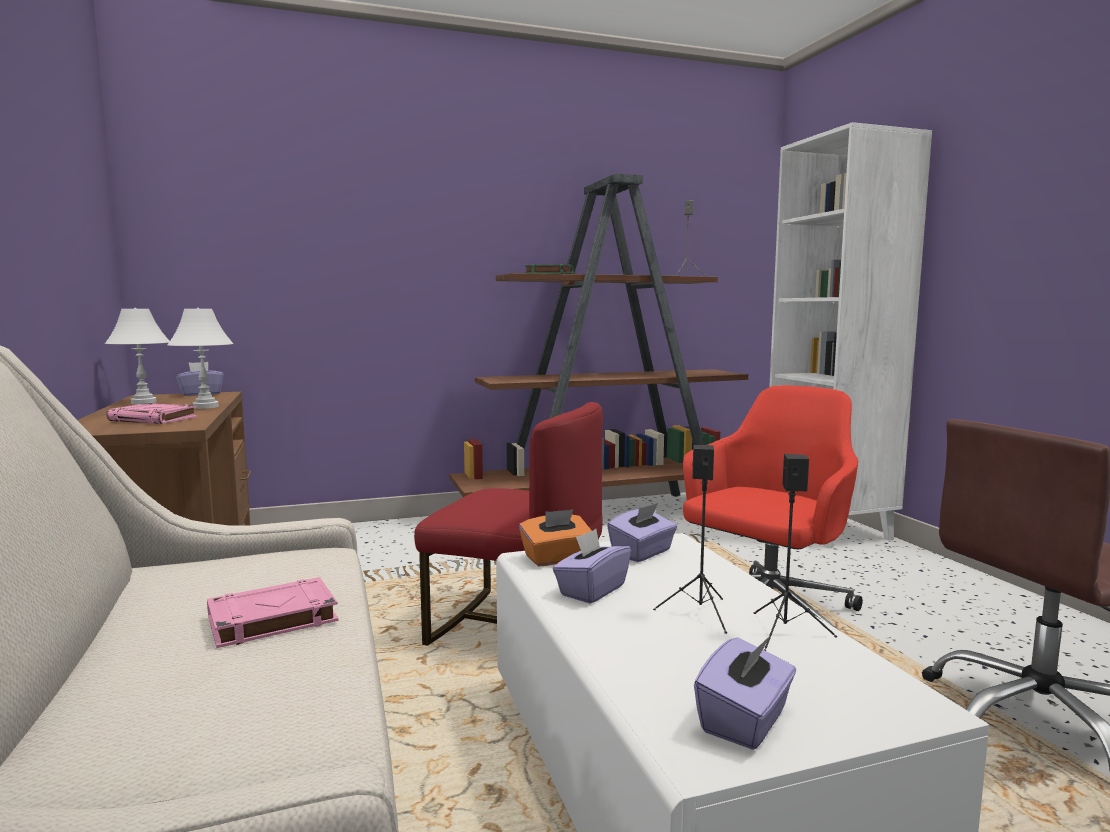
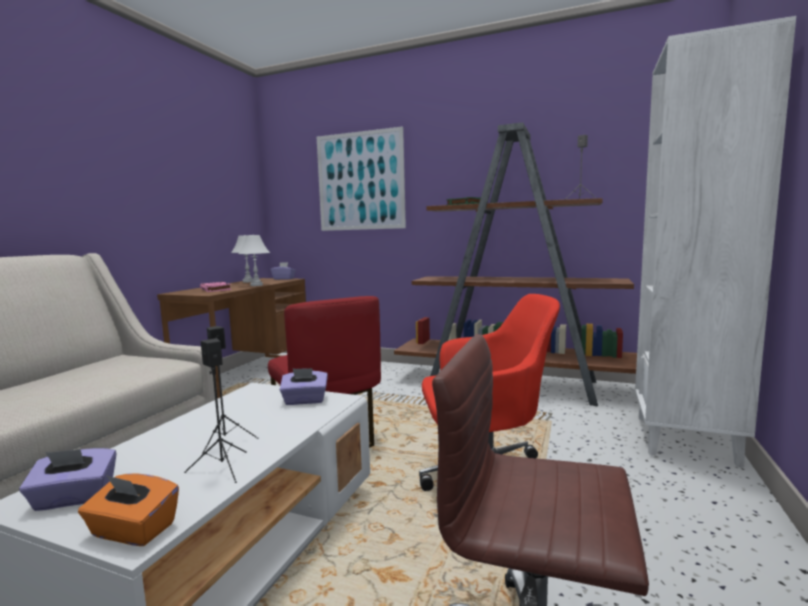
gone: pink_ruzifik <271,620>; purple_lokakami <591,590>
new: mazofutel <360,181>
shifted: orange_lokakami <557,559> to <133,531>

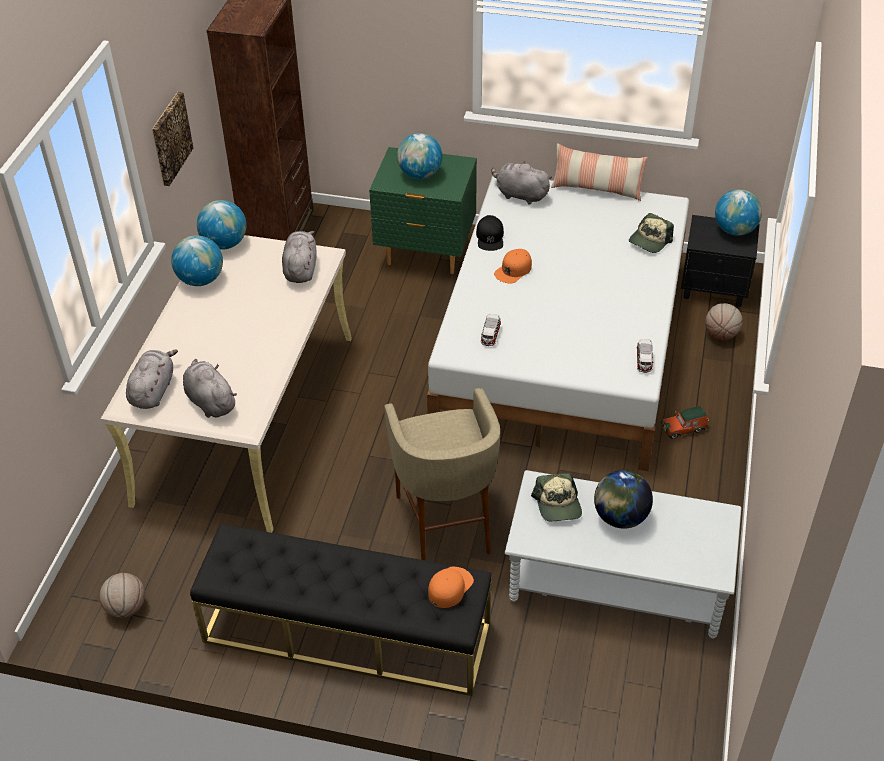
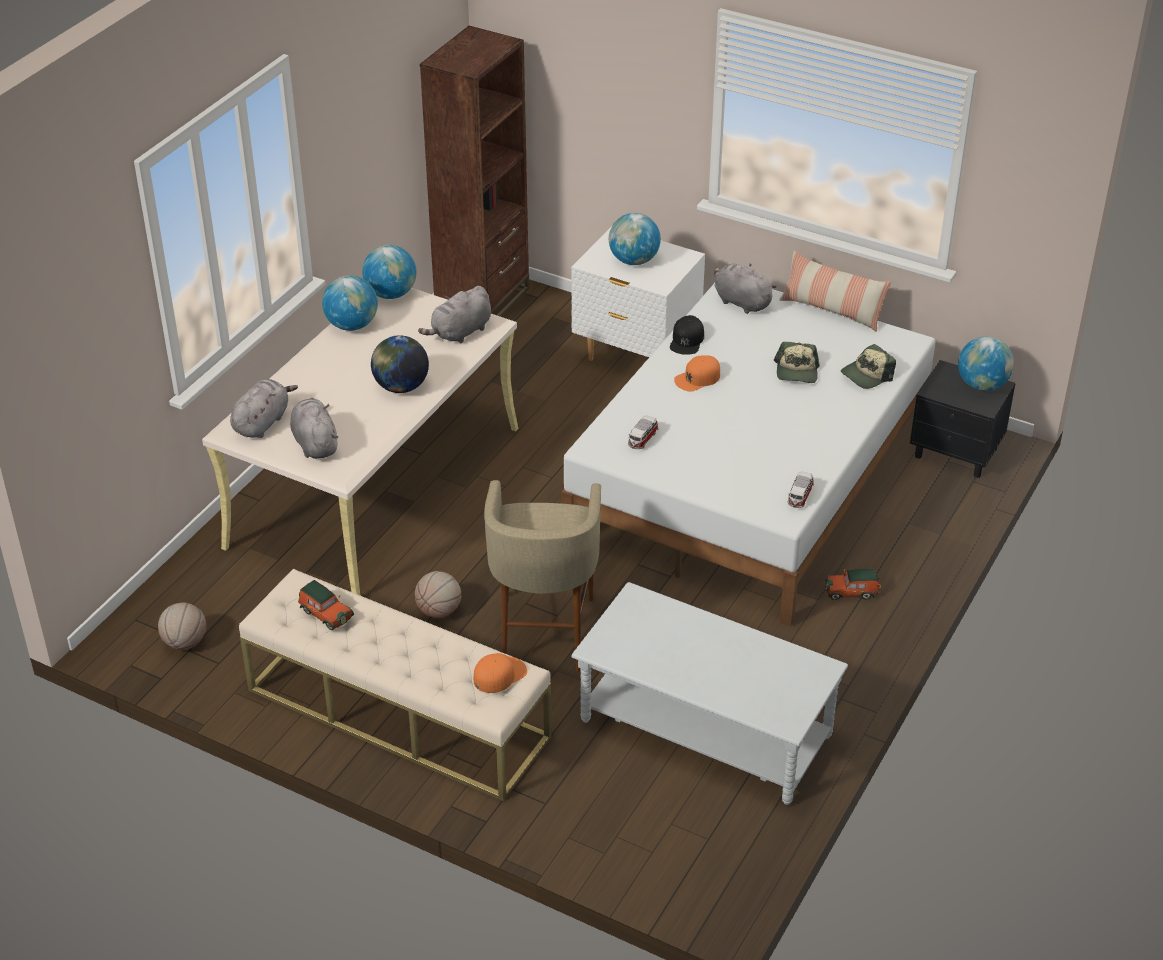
gone: mazofutel <170,138>
new: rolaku <325,613>
shifted: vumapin <620,517> to <401,387>; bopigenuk <721,334> to <439,611>; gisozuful <558,505> to <796,372>
repainted: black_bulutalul <346,632> to beige_bulutalul <397,713>; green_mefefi <425,254> to white_mefefi <636,357>
rotated: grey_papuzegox <300,269> = <460,333> 150 degrees counterclockwise

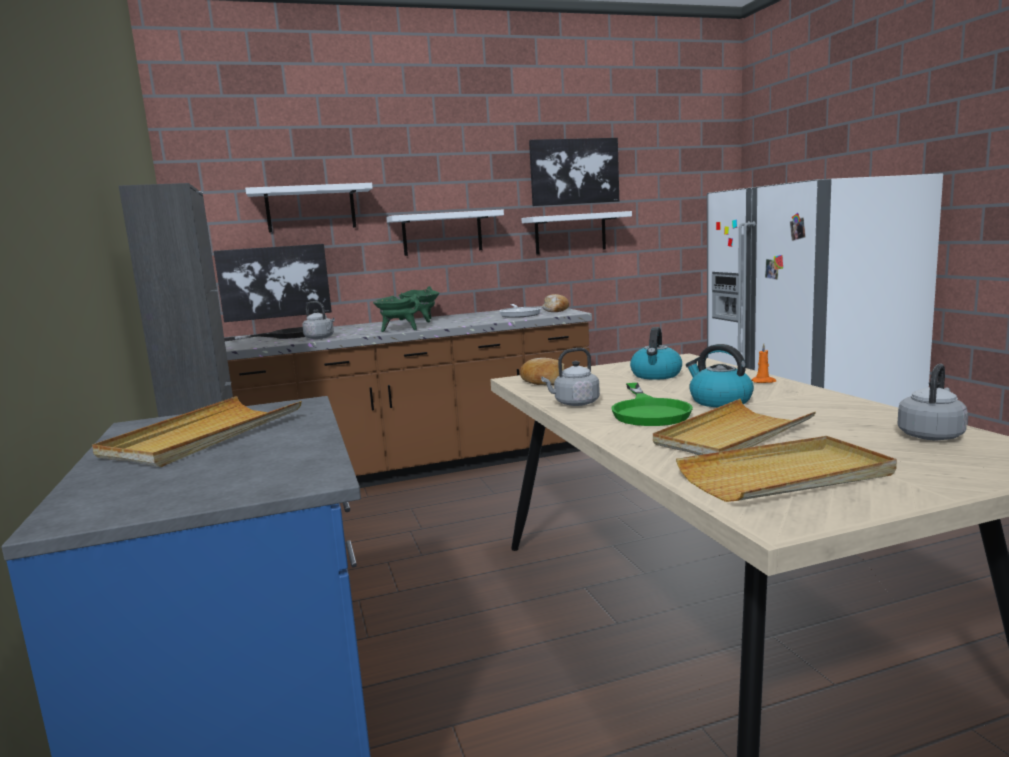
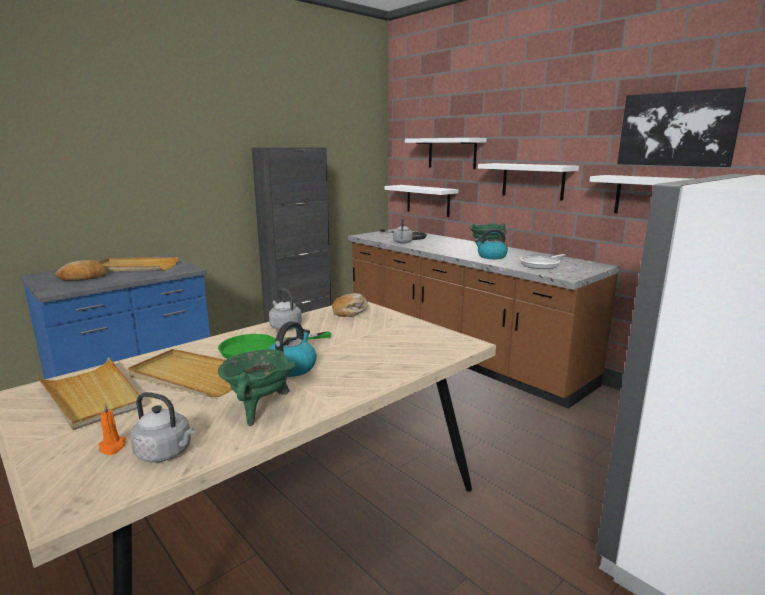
shifted: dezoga <555,310> to <83,278>; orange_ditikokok <764,381> to <112,447>; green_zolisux <399,330> to <259,409>; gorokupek <656,375> to <491,257>
swapped: mazofutel <274,282> to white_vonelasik <428,200>

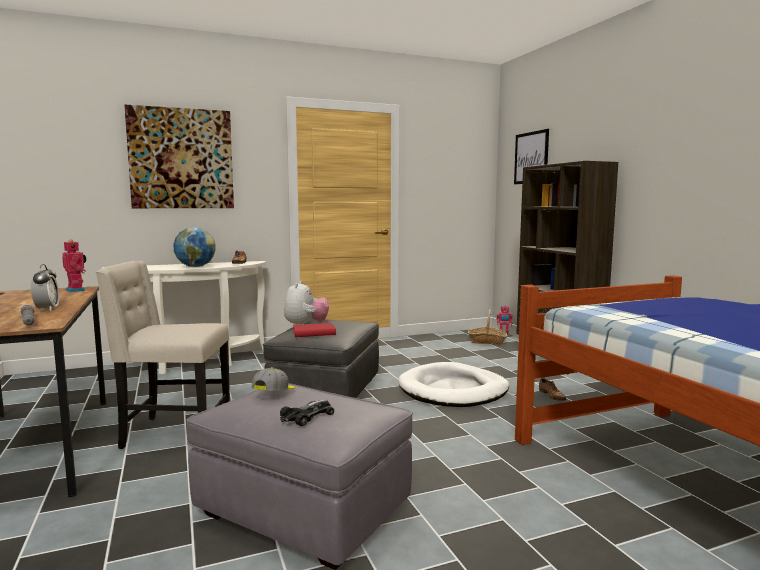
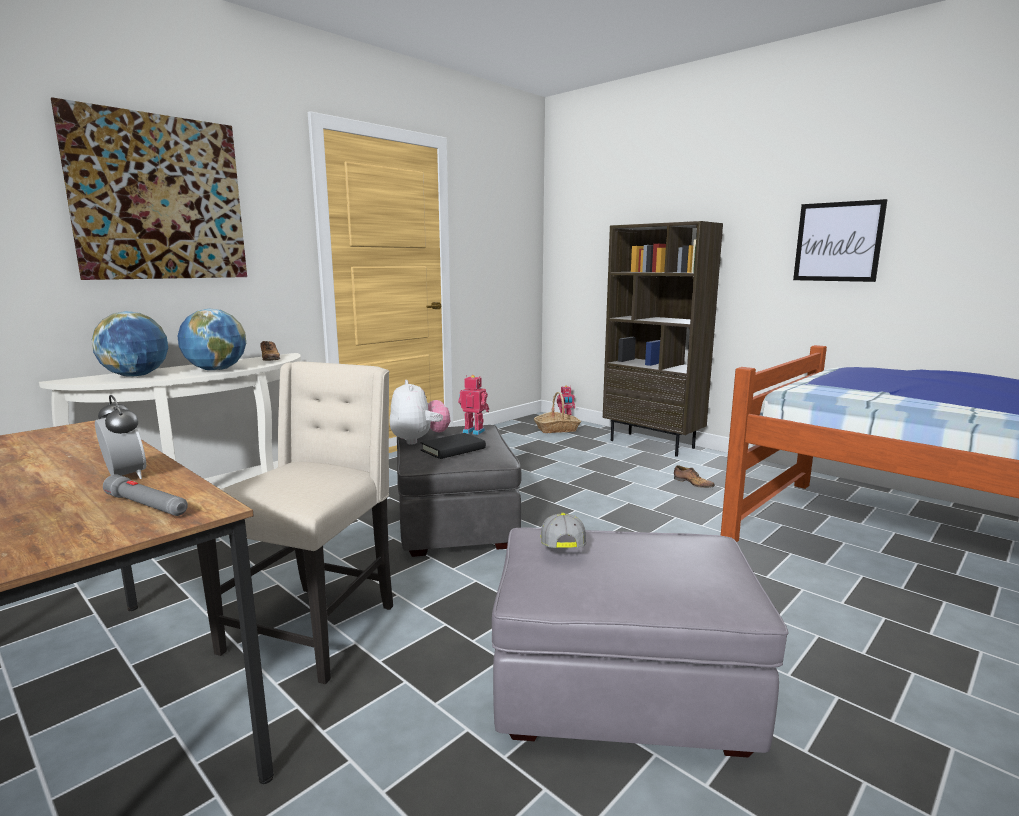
gone: rolaku <307,416>; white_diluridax <453,390>
new: vumapin <136,376>
shifted: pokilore <76,290> to <474,431>; mazofutel <531,158> to <838,242>
repainted: red_ruzifik <314,333> to black_ruzifik <453,449>
rotated: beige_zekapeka <174,433> = <314,628> 135 degrees clockwise

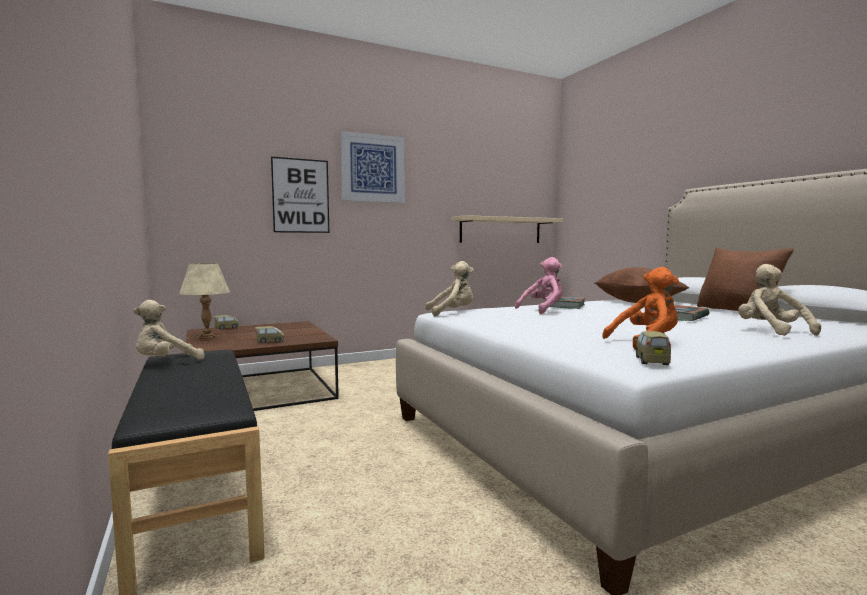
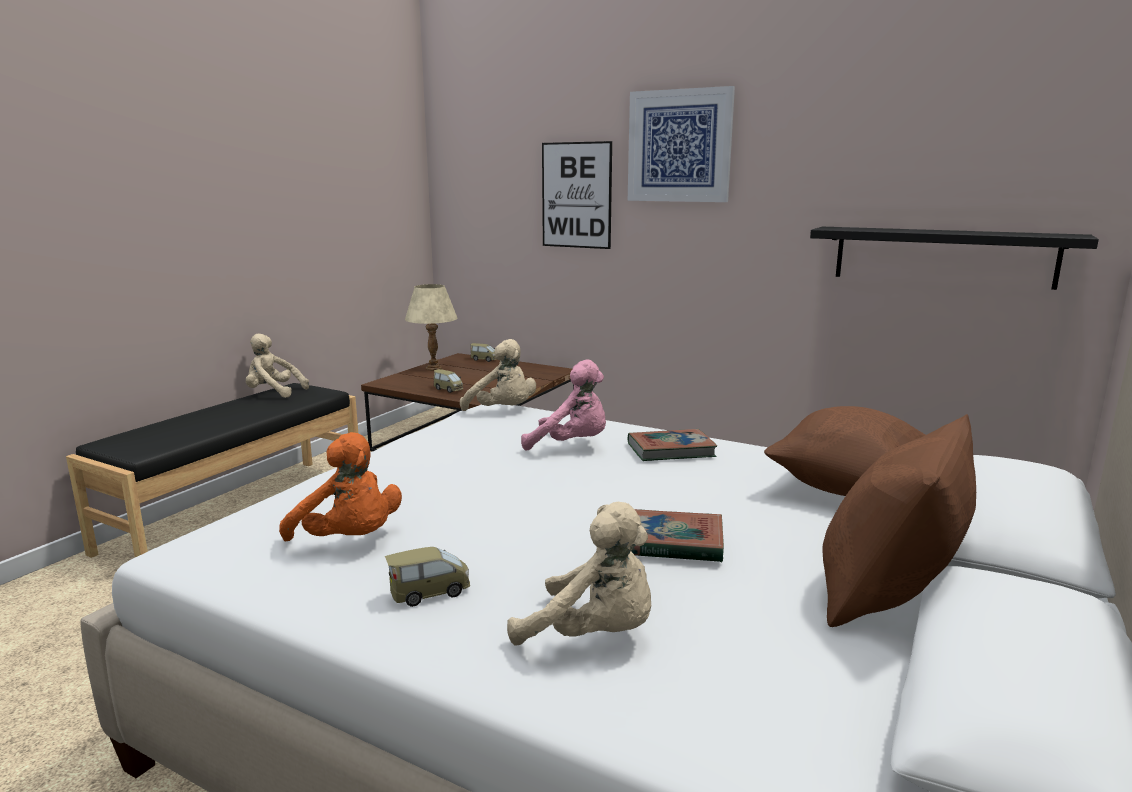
shifted: rolaku <651,361> to <430,592>
repainted: beige_vonelasik <500,230> to black_vonelasik <943,256>
rotated: beige_papuzegox <771,331> = <593,635> 75 degrees clockwise

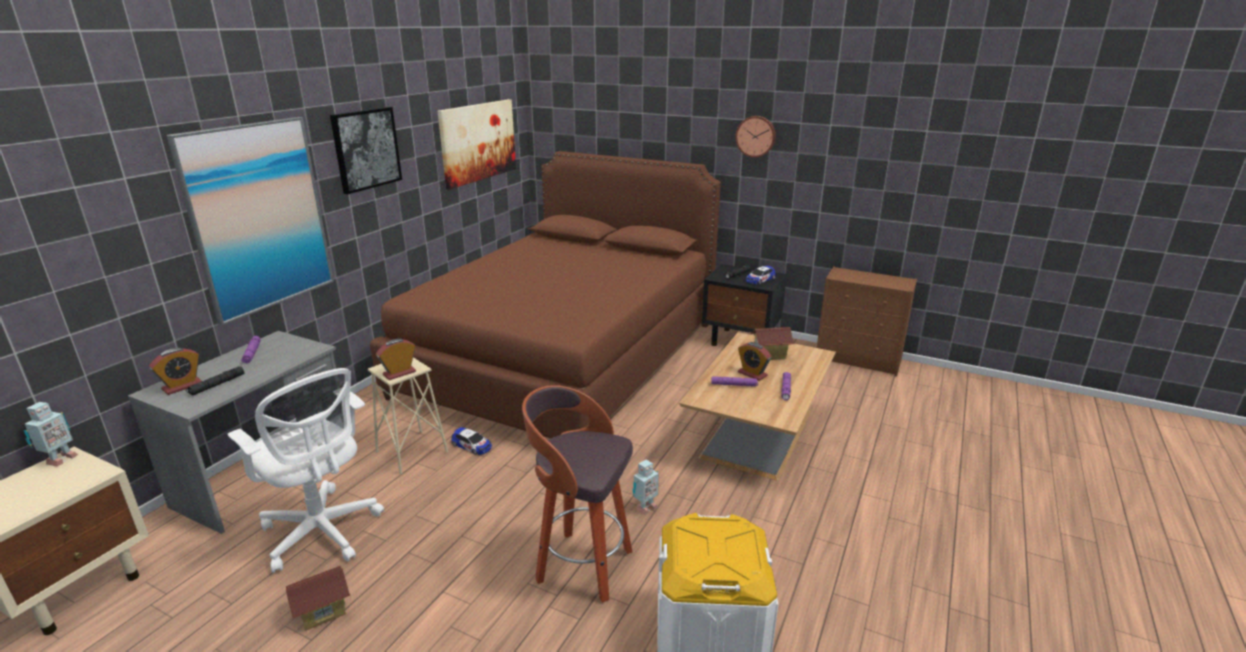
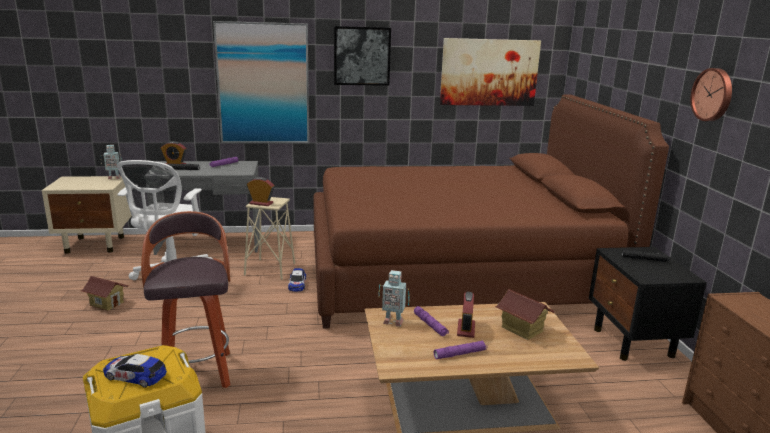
shifted: rolaku <760,279> to <135,375>; pokilore <645,508> to <392,321>

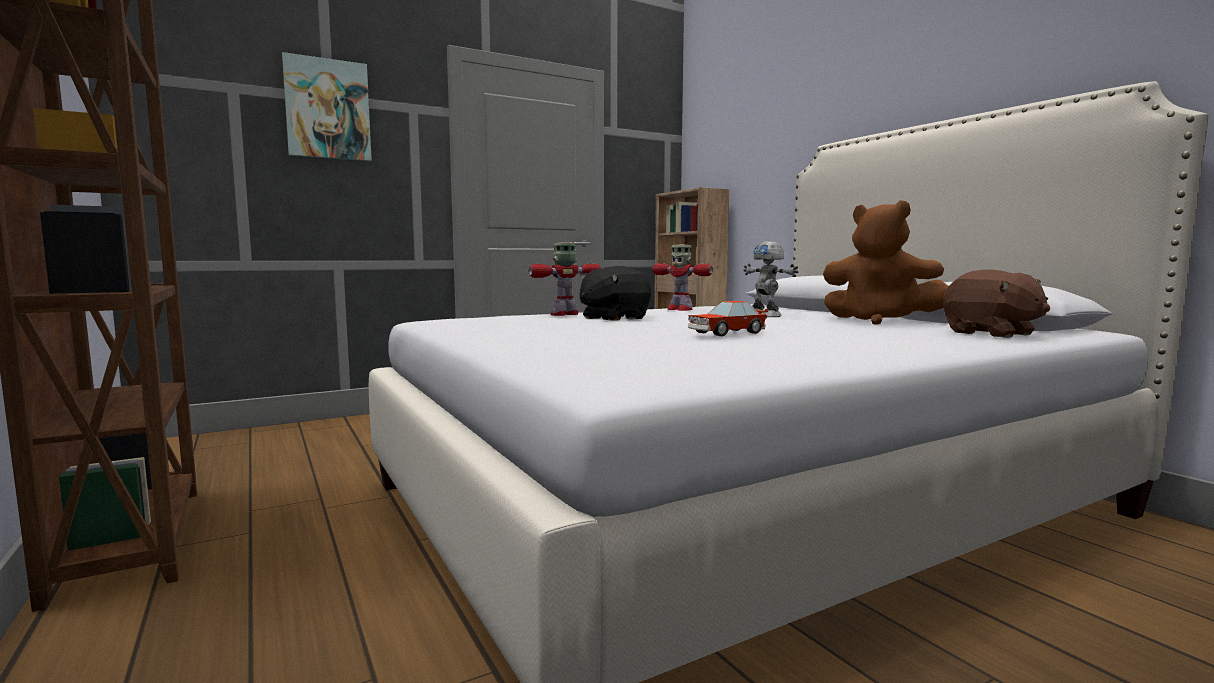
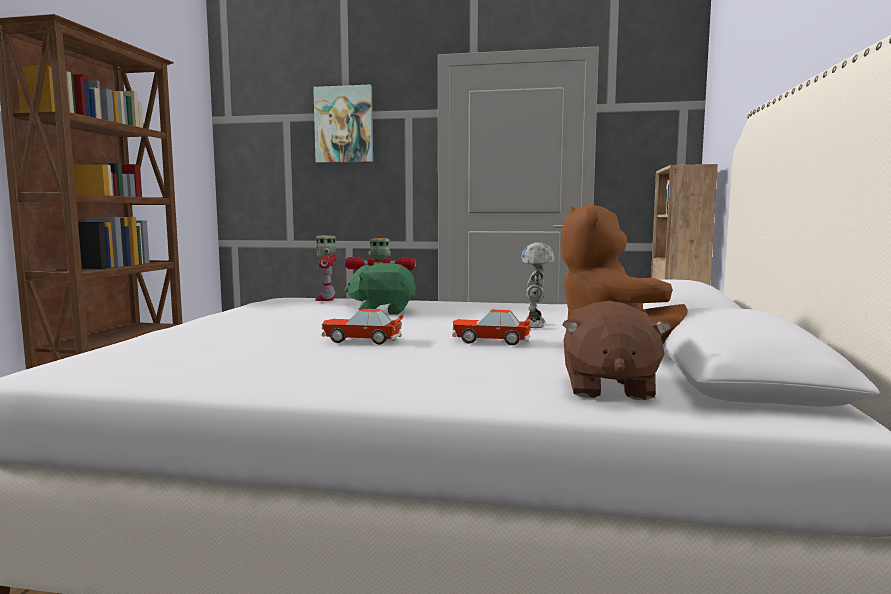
new: rolaku <490,341>
shifted: pokilore <679,309> to <326,299>
repainted: black_papuzegox <613,318> to green_papuzegox <383,311>

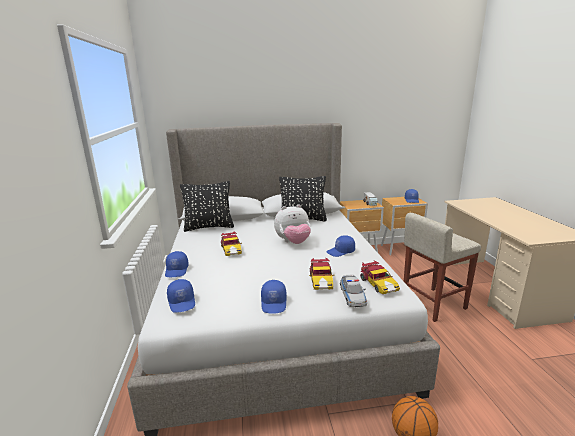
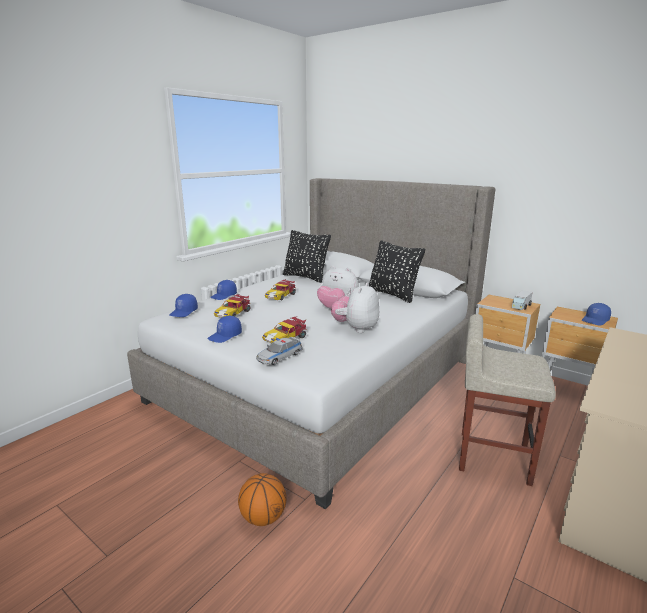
shifted: rolaku <378,284> to <233,313>
swapped: blue_gisozuful <341,252> to papuzegox <356,328>

